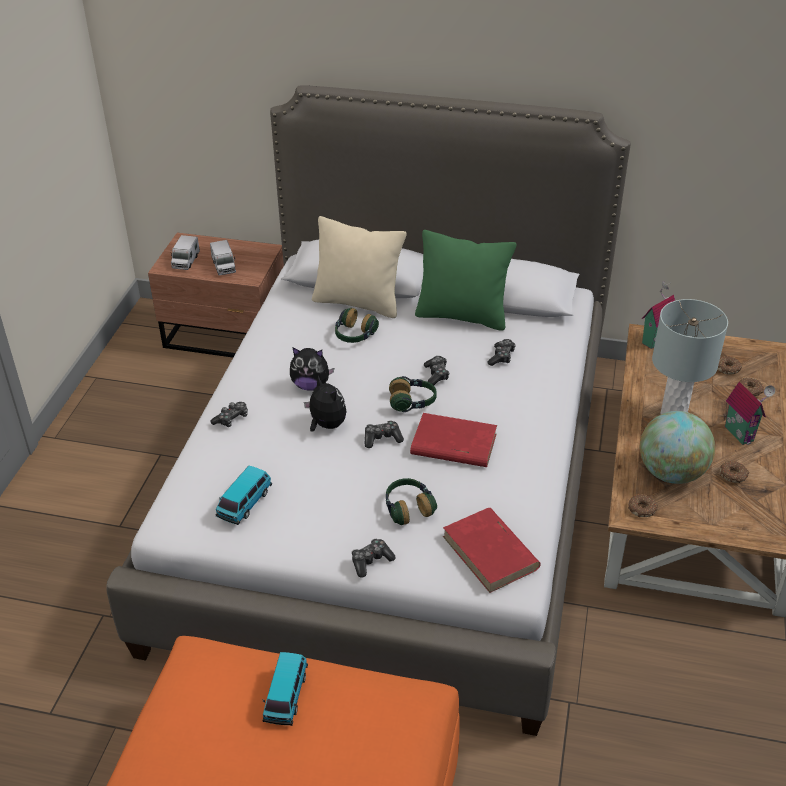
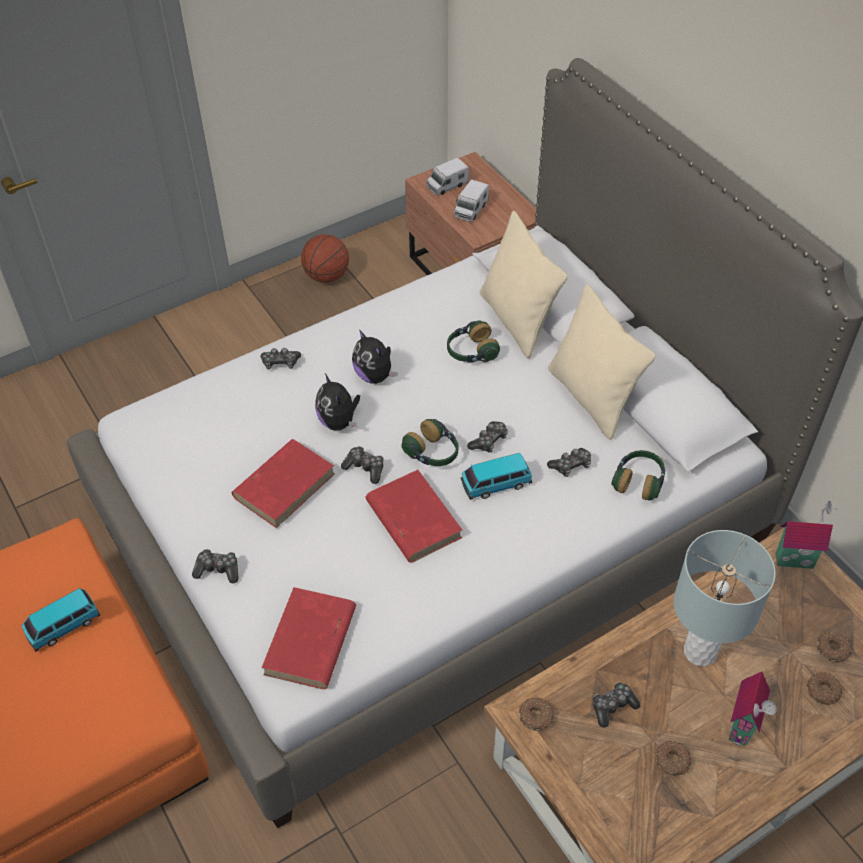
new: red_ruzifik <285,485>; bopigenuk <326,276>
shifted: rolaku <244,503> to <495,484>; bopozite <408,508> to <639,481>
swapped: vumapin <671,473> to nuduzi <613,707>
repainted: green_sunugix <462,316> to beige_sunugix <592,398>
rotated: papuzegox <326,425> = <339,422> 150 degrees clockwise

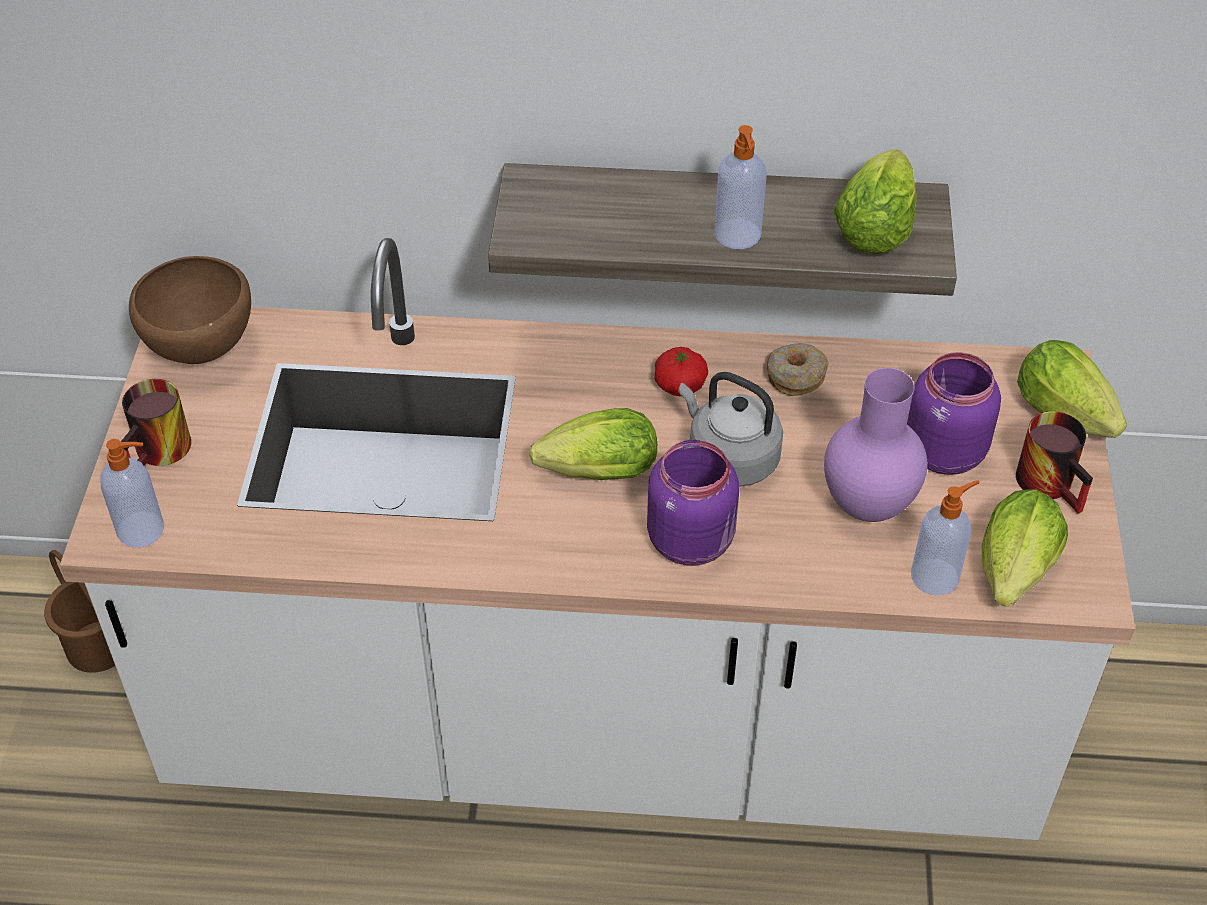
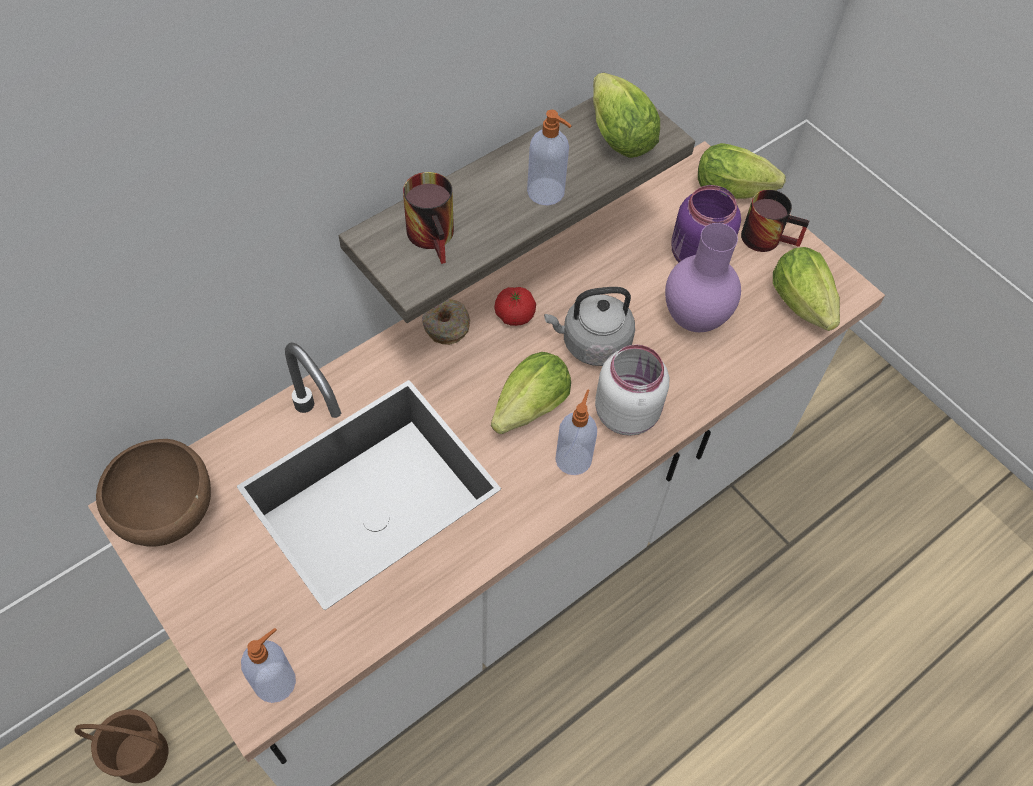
shifted: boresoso <162,454> to <437,236>; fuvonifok <795,376> to <446,326>; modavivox <936,576> to <573,458>
repainted: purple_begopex <692,540> to white_begopex <626,412>

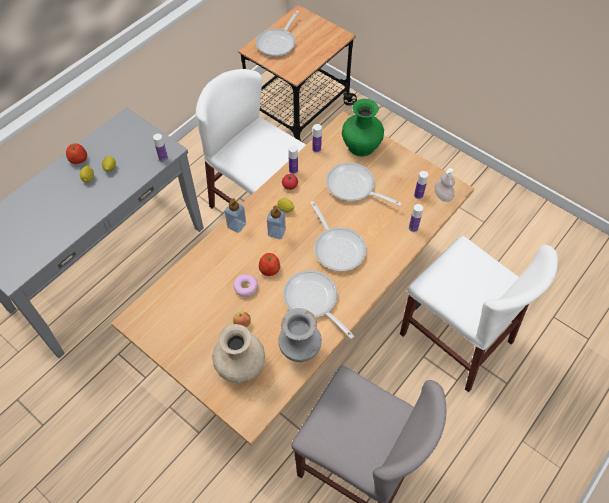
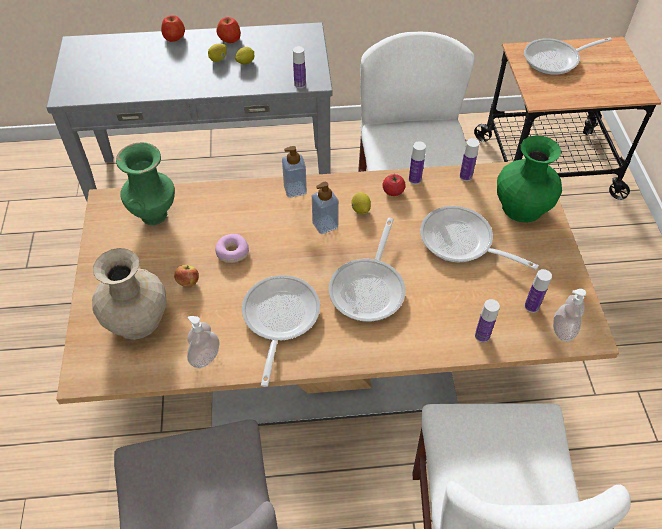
new: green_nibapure <154,214>
shifted: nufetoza <269,269> to <174,37>
swapped: grey_nibapure <300,352> to modavivox <205,357>
rotated: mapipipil <354,187> = <462,242> 45 degrees counterclockwise

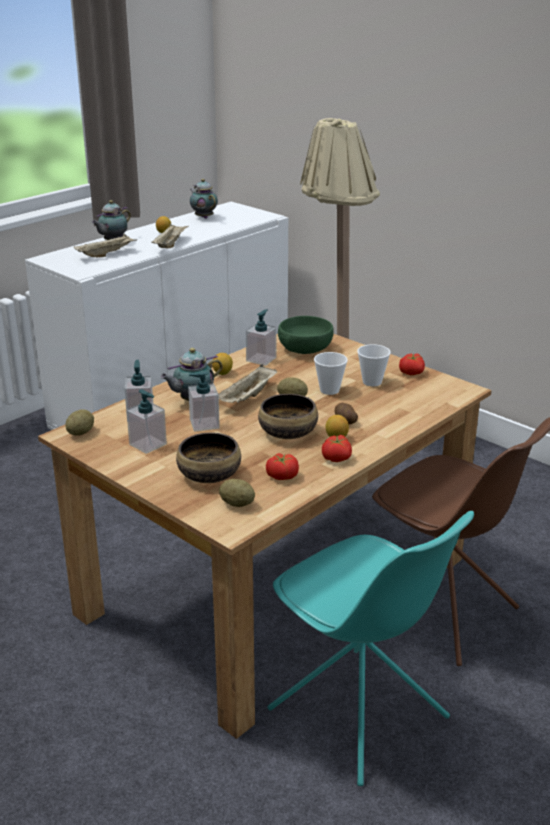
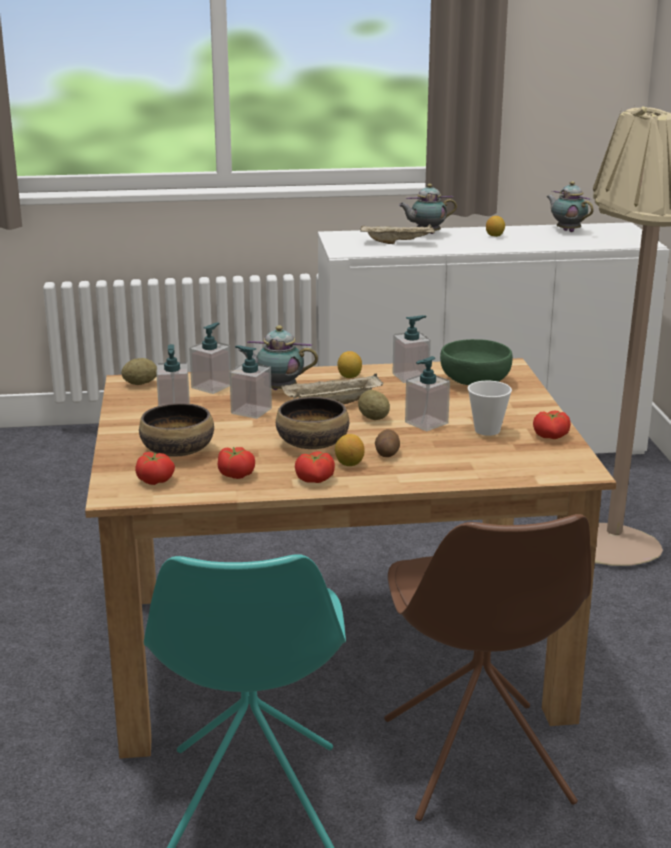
gone: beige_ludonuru <170,244>
swapped: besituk <237,504> to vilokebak <155,480>; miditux <329,390> to modavivox <426,423>
rotated: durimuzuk <203,217> = <567,231> 45 degrees counterclockwise

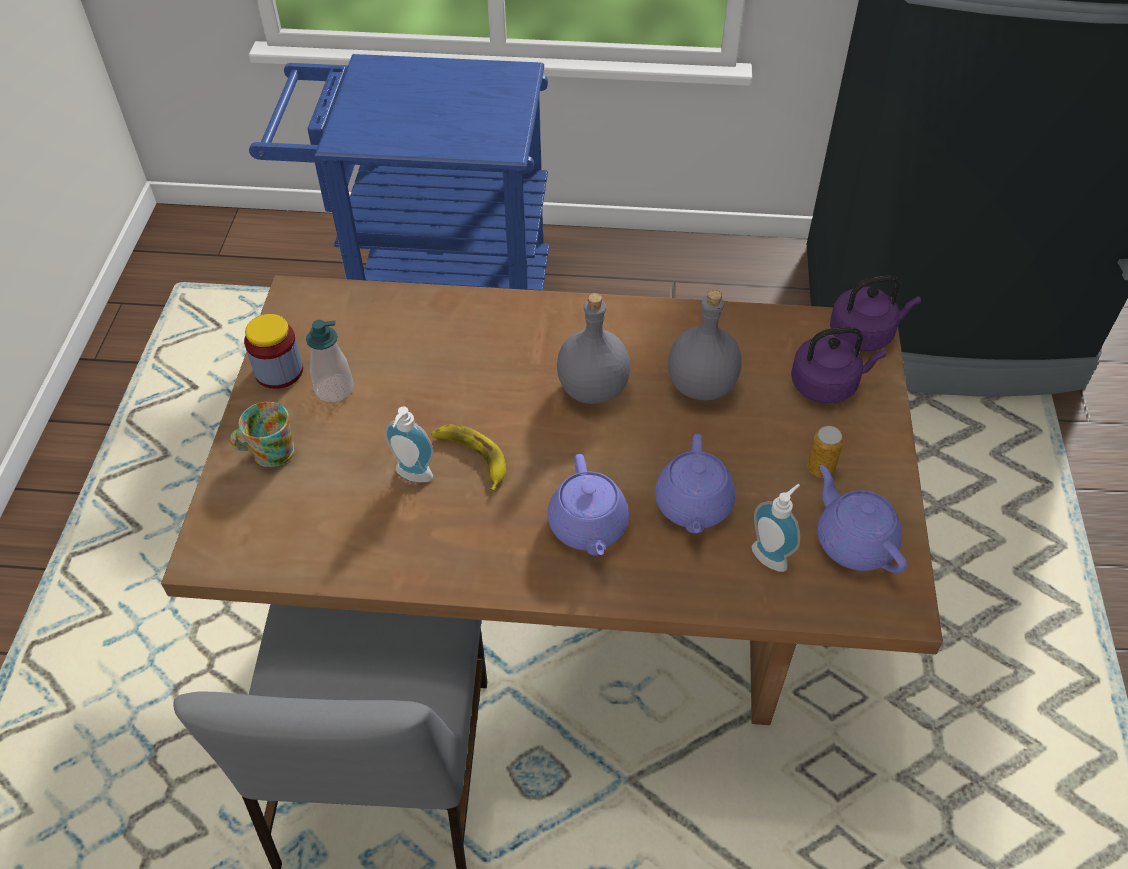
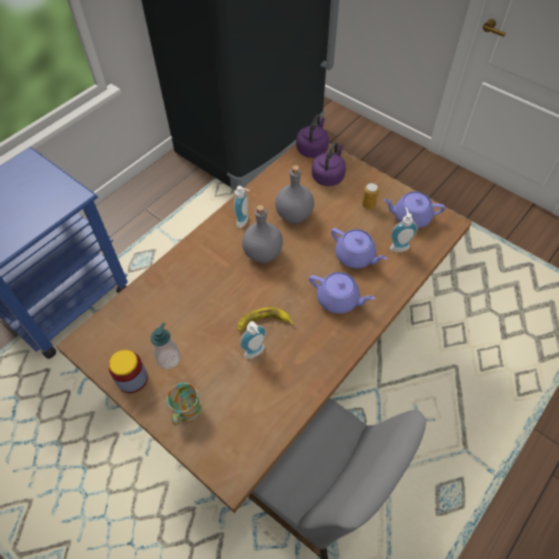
new: modavivox <244,221>

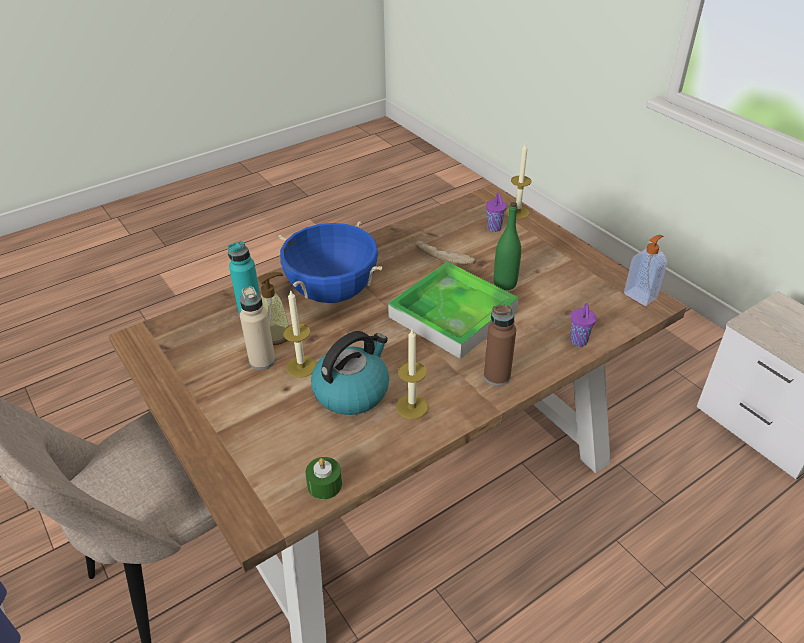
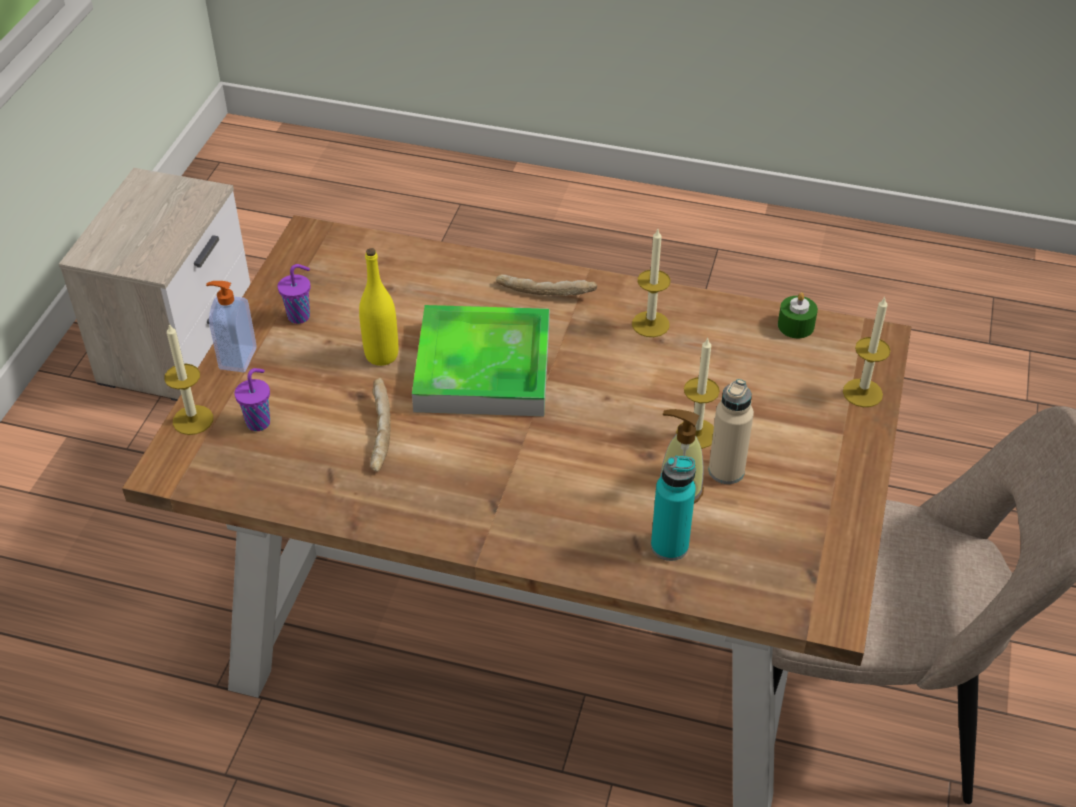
gone: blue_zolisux <332,292>; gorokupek <352,391>
new: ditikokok <862,393>
shifted: modavivox <640,295> to <236,358>; purple_miditux <578,342> to <300,316>
swapped: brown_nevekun <497,376> to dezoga <546,291>
repainted: green_nevekun <505,284> to yellow_nevekun <381,355>

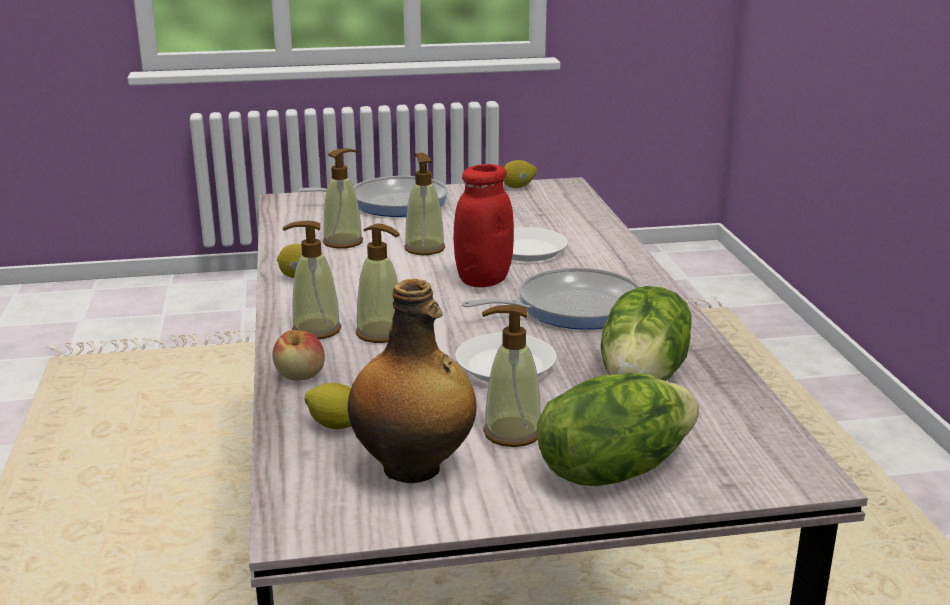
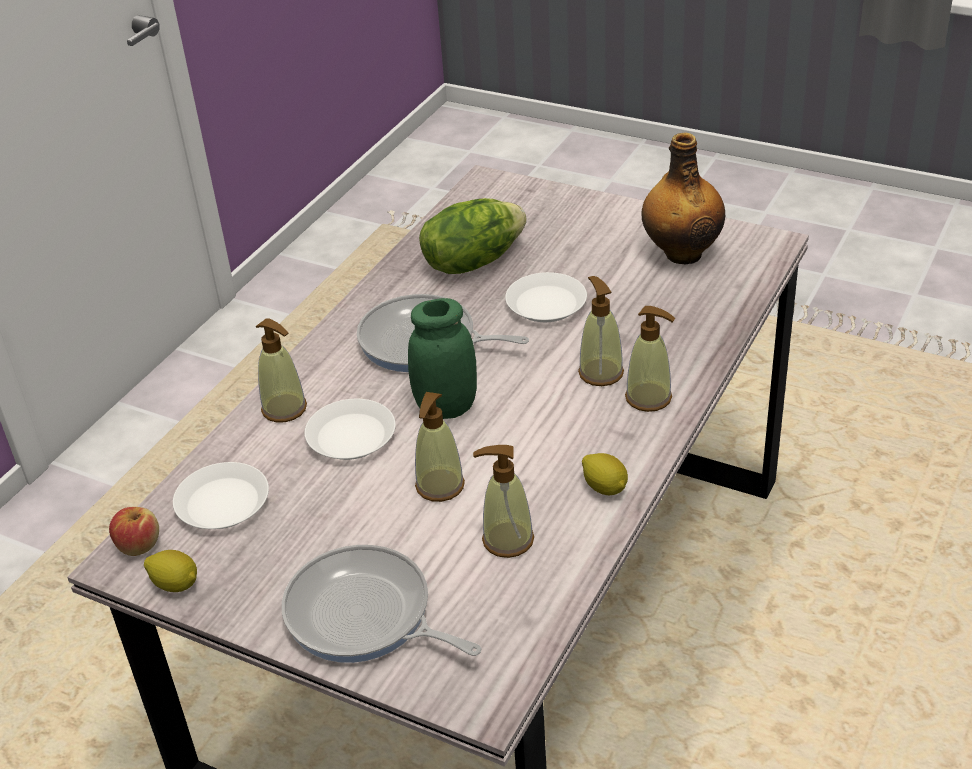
gone: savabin <335,425>; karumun <613,469>
new: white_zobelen <222,503>
shifted: nufetoza <300,375> to <139,545>; modavivox <511,433> to <284,409>
repainted: red_begopex <483,280> to green_begopex <446,408>

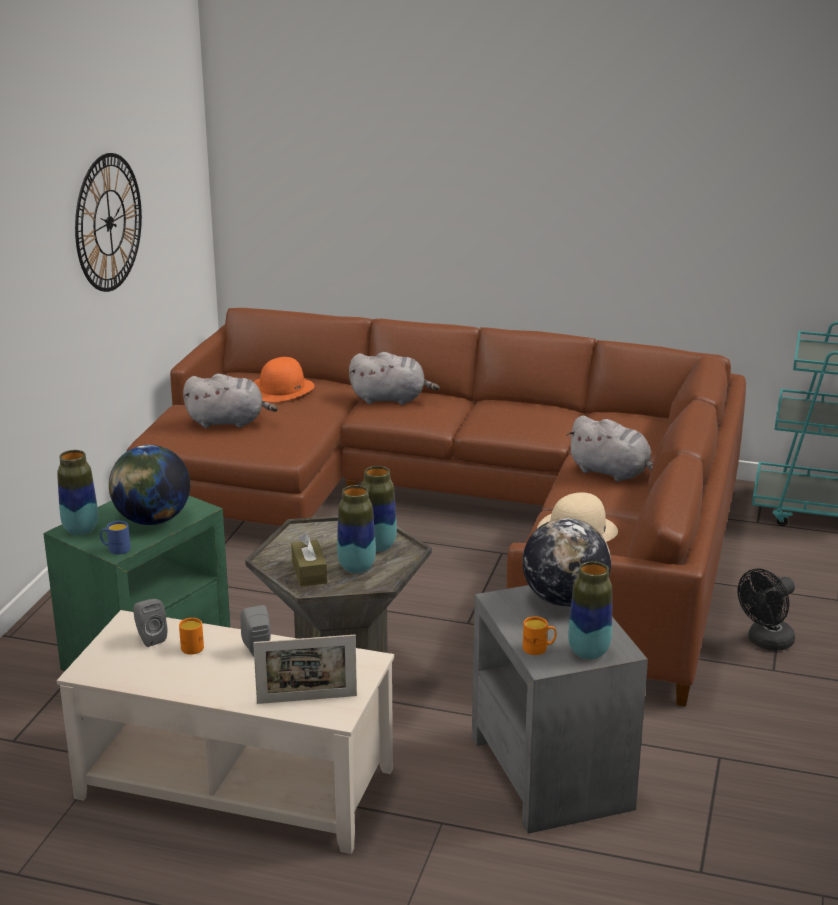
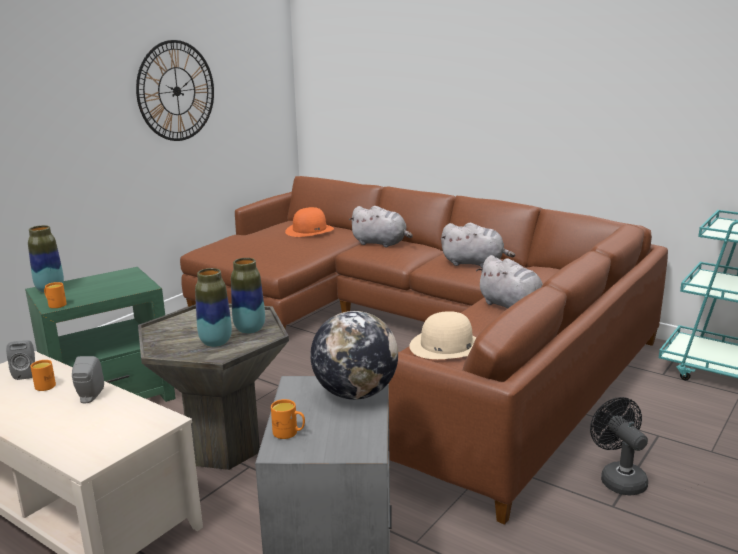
gone: vumapin <152,520>; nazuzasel <307,699>; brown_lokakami <309,572>; nibapure <588,652>
shifted: grey_papuzegox <229,422> to <475,263>
repainted: blue_boresoso <115,549> to orange_boresoso <55,304>
rotated: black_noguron <766,642> = <618,478> 90 degrees clockwise

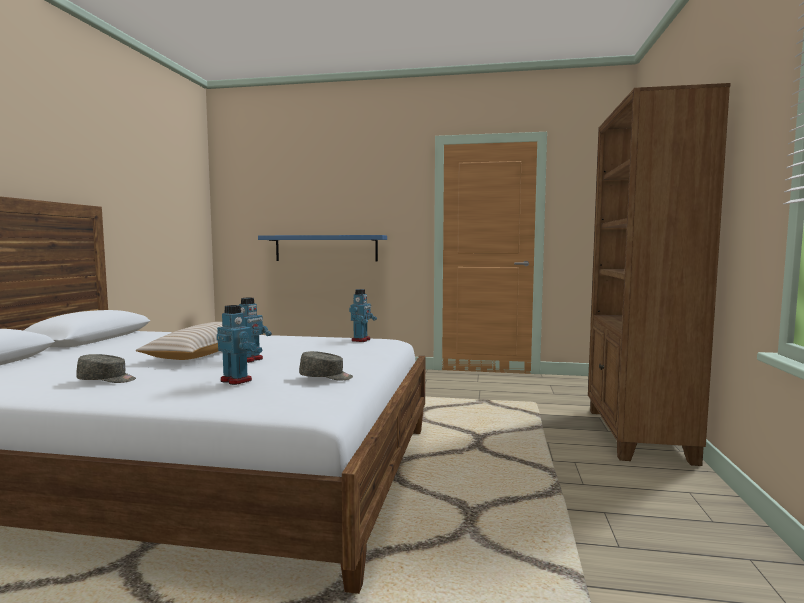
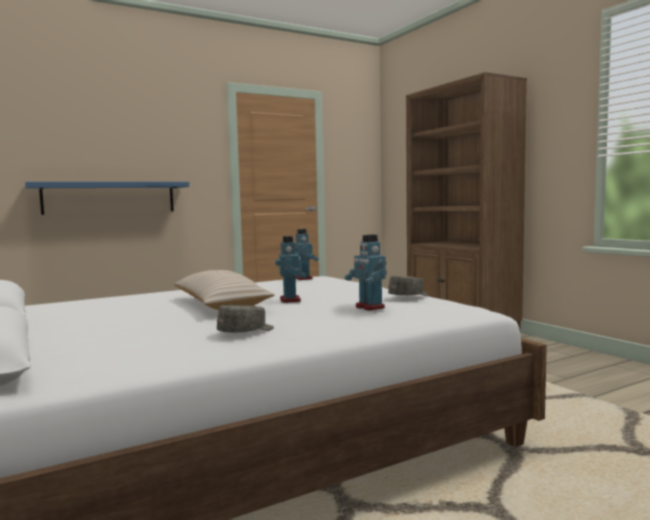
rotated: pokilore <236,380> = <369,307> 120 degrees counterclockwise

